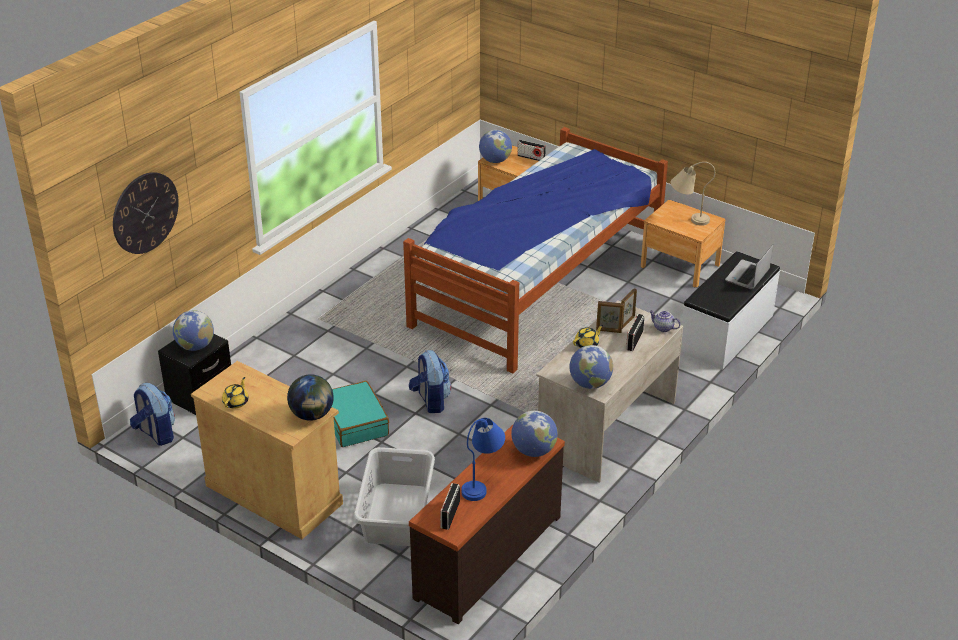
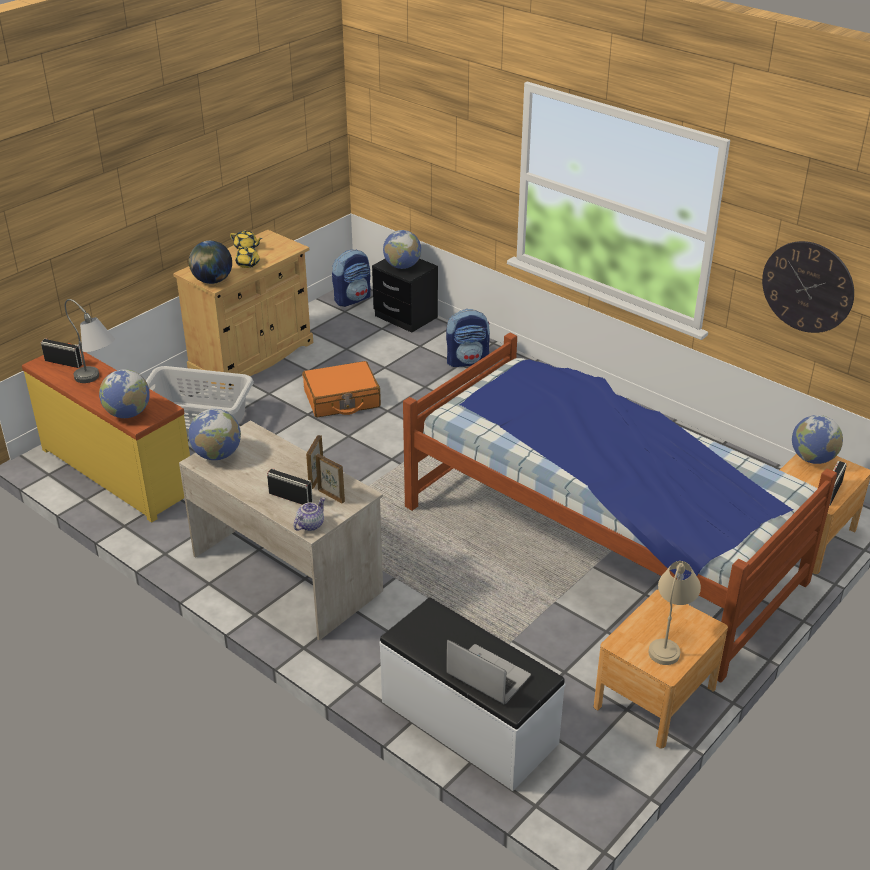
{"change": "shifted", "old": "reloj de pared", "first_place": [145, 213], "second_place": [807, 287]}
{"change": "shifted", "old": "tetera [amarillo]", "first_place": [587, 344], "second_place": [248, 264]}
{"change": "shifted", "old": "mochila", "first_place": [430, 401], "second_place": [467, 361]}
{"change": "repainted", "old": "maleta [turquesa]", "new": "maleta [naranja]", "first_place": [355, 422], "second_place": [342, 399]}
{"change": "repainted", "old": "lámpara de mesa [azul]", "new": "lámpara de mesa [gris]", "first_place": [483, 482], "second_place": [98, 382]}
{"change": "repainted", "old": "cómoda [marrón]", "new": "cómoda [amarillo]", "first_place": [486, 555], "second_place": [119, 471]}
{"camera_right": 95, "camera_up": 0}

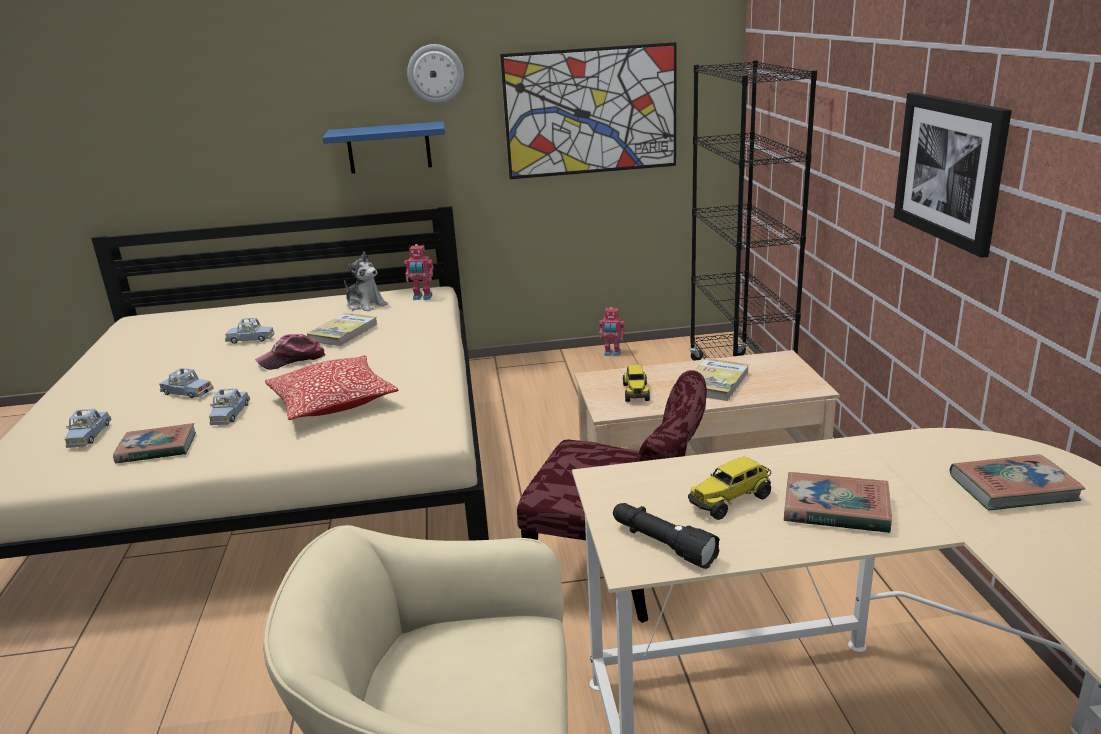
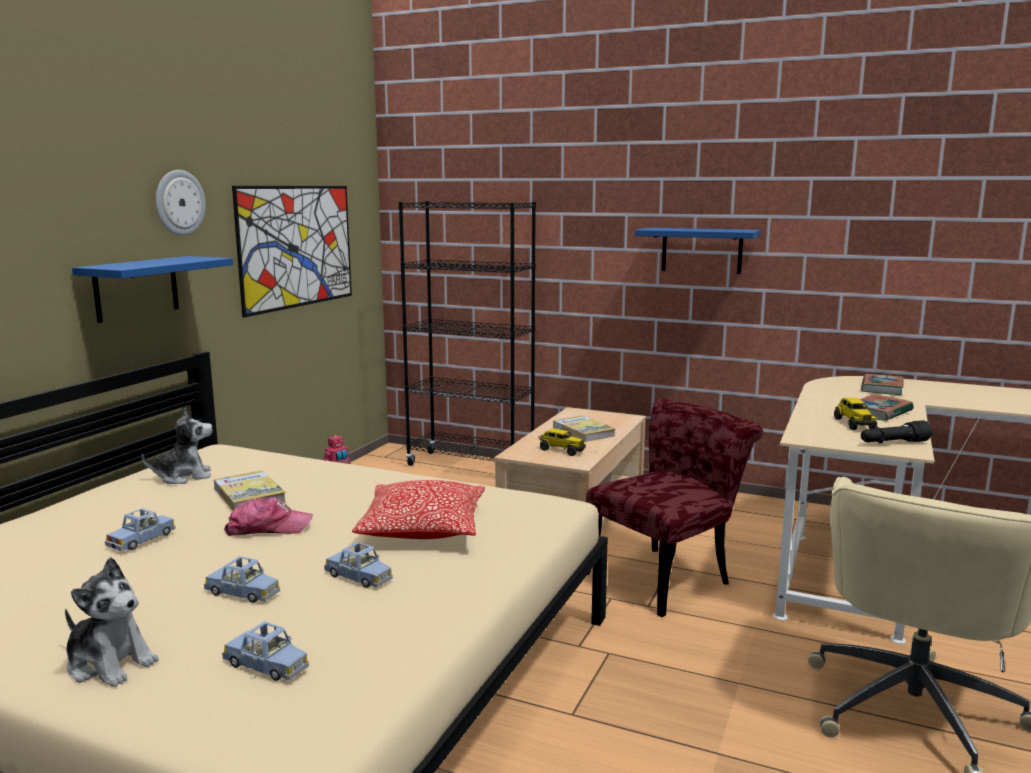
{"change": "swapped", "old": "cuadro", "new": "estante [azul]", "first_place": [949, 169], "second_place": [701, 250]}
{"change": "gone", "old": "robot de juguete", "first_place": [422, 298]}
{"change": "rotated", "old": "gorra", "first_place": [292, 360], "second_place": [268, 528], "degrees": -105}
{"change": "rotated", "old": "coche de juguete [azul]", "first_place": [187, 393], "second_place": [243, 592], "degrees": -120}
{"change": "gone", "old": "libro", "first_place": [157, 448]}
{"change": "new", "new": "peluche", "second_place": [110, 664]}
{"camera_right": -60, "camera_up": -10}

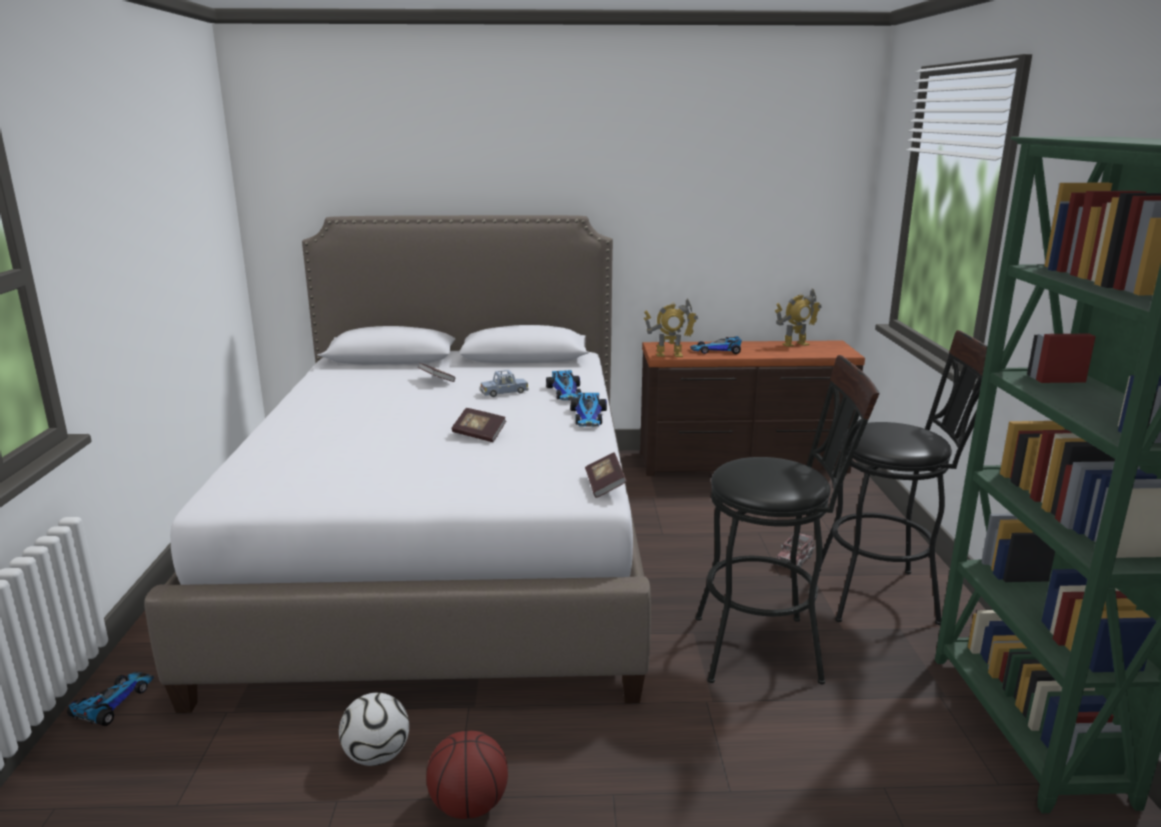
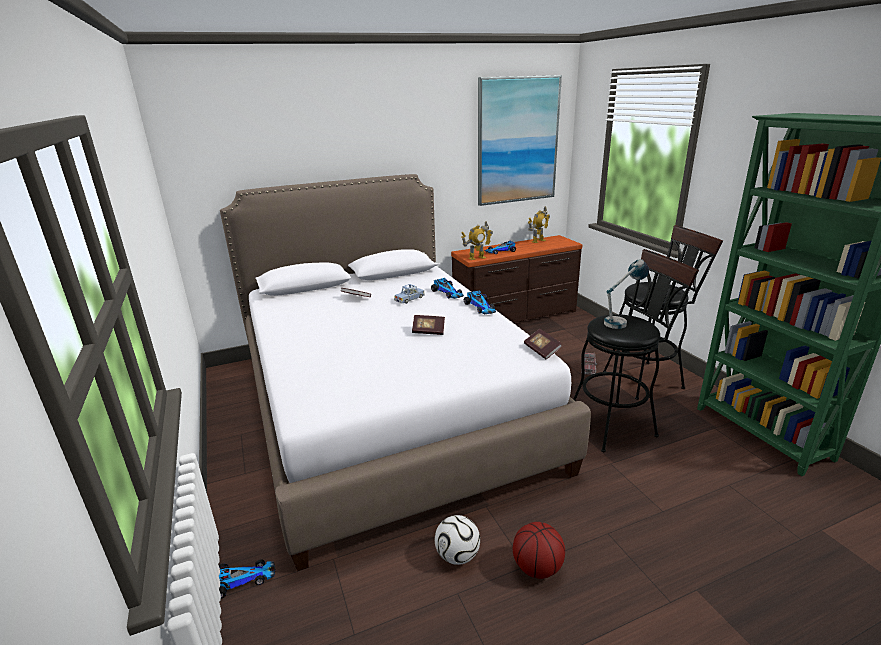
{"change": "rotated", "old": "coche de juguete", "first_place": [113, 703], "second_place": [242, 579], "degrees": 75}
{"change": "new", "new": "cuadro", "second_place": [517, 141]}
{"change": "new", "new": "lámpara de mesa", "second_place": [621, 321]}
{"camera_right": -20, "camera_up": 5}

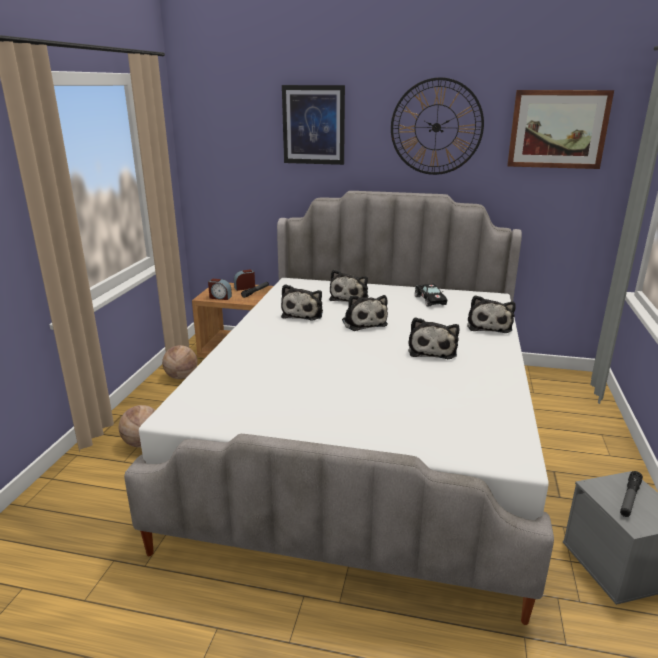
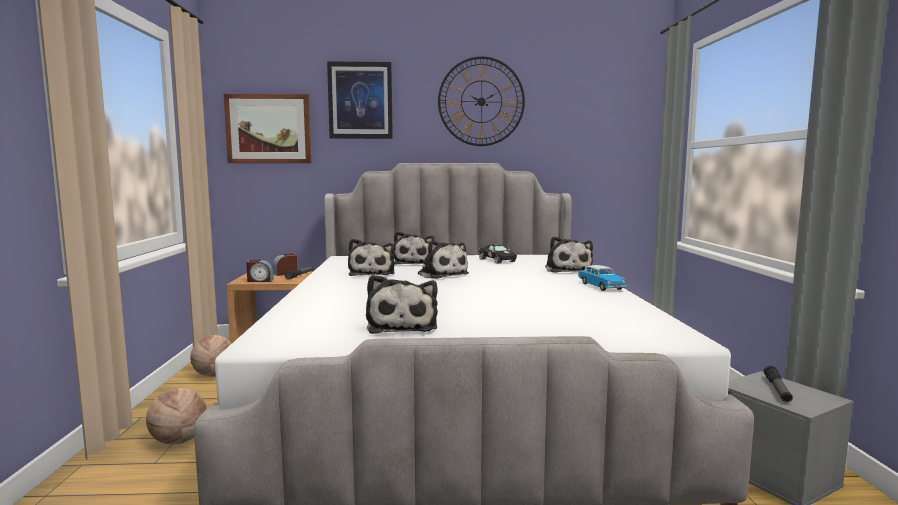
{"change": "shifted", "old": "cuadro", "first_place": [558, 129], "second_place": [268, 129]}
{"change": "shifted", "old": "peluche", "first_place": [432, 350], "second_place": [402, 326]}
{"change": "new", "new": "coche de juguete", "second_place": [601, 286]}
{"camera_right": -15, "camera_up": -15}

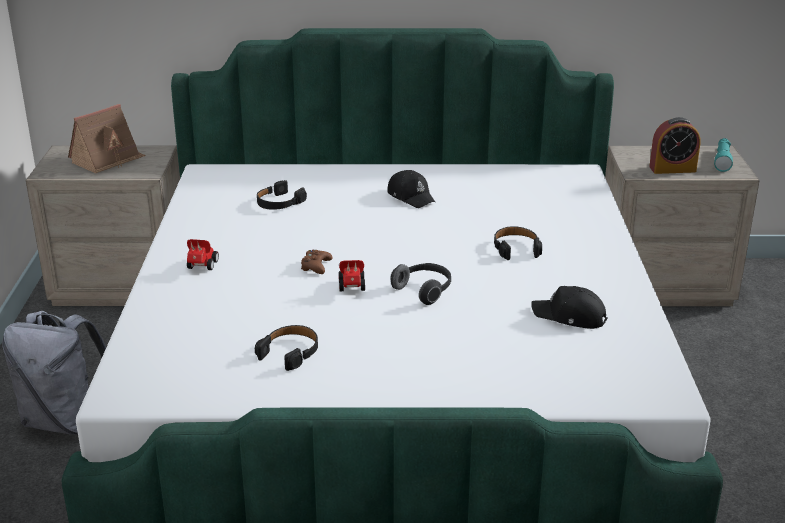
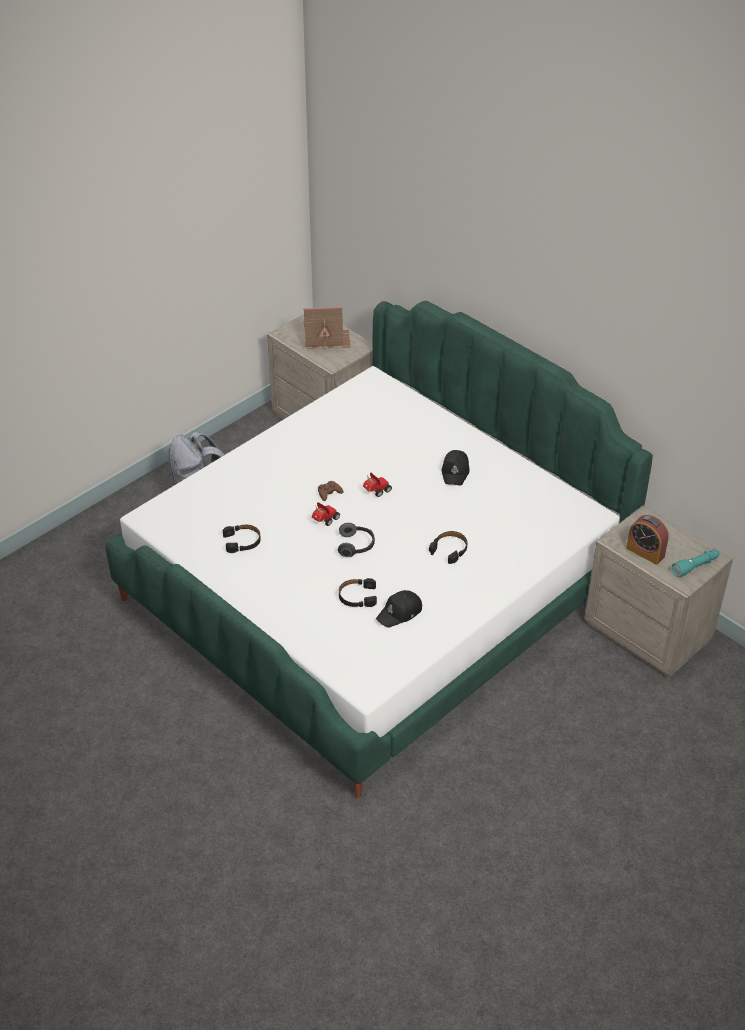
{"change": "shifted", "old": "auriculares [negro]", "first_place": [279, 203], "second_place": [357, 597]}
{"change": "shifted", "old": "coche de juguete", "first_place": [201, 267], "second_place": [376, 491]}
{"change": "rotated", "old": "gorra [negro]", "first_place": [569, 317], "second_place": [400, 613], "degrees": -105}
{"camera_right": 45, "camera_up": 15}

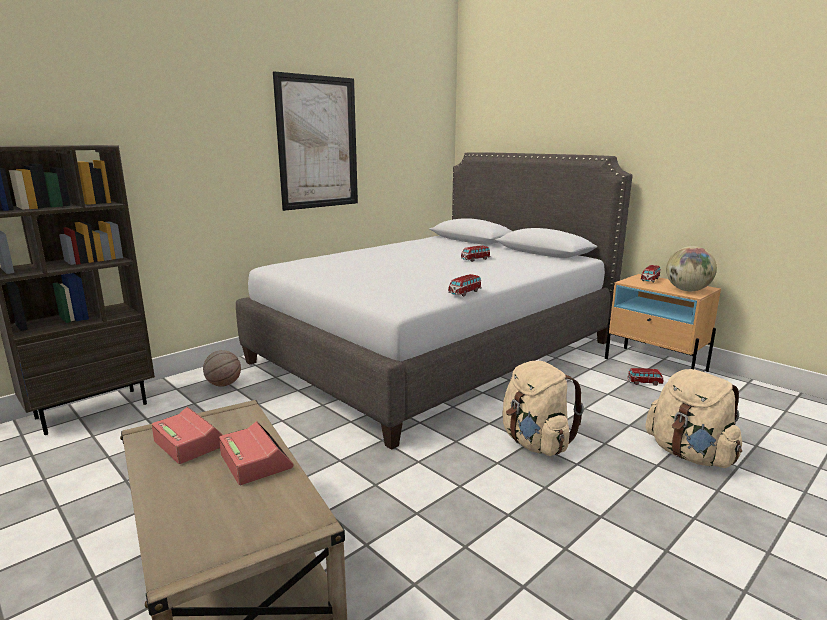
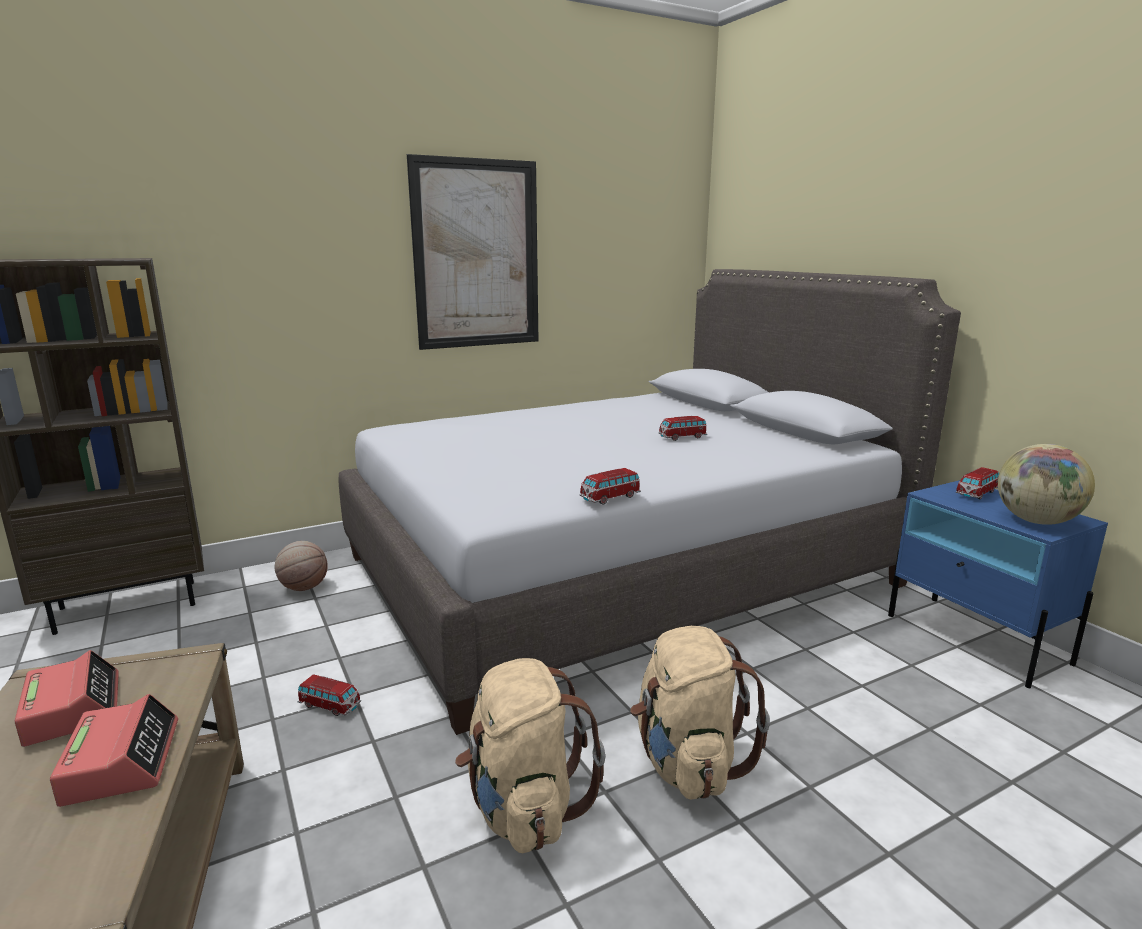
{"change": "repainted", "old": "mesita de noche [beis]", "new": "mesita de noche [azul]", "first_place": [655, 364], "second_place": [976, 639]}
{"change": "shifted", "old": "coche de juguete", "first_place": [644, 383], "second_place": [329, 705]}
{"change": "shifted", "old": "mochila [beis]", "first_place": [689, 454], "second_place": [524, 808]}
{"camera_right": 15, "camera_up": 0}

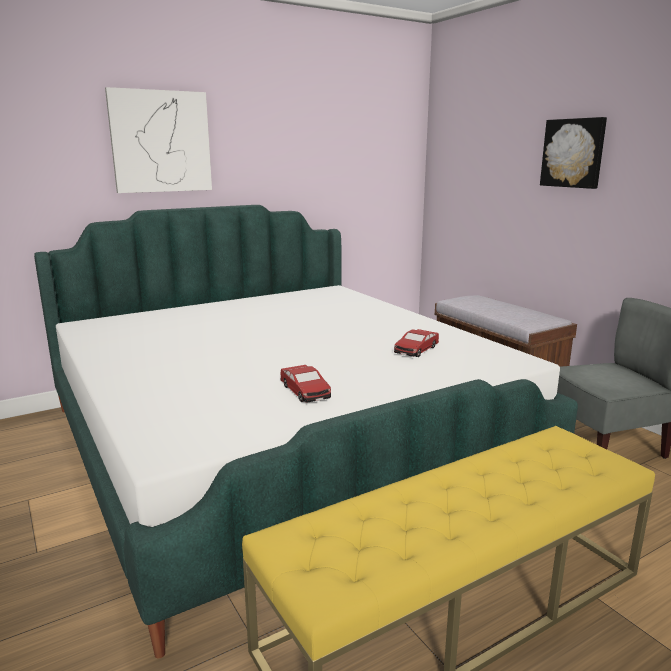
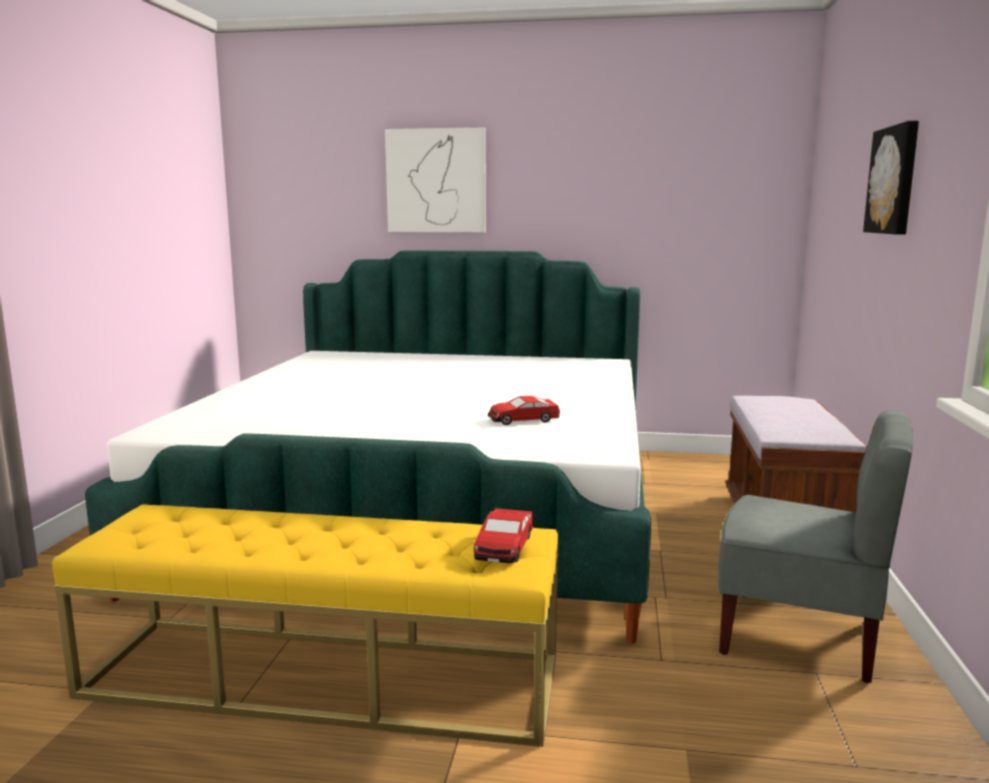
{"change": "shifted", "old": "coche de juguete", "first_place": [305, 391], "second_place": [504, 547]}
{"camera_right": 40, "camera_up": -5}

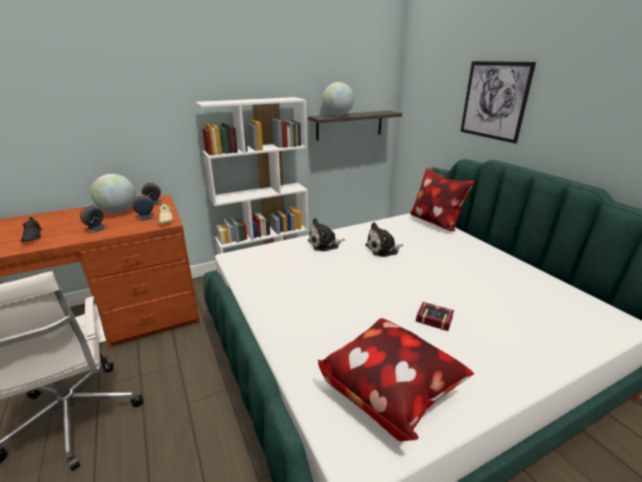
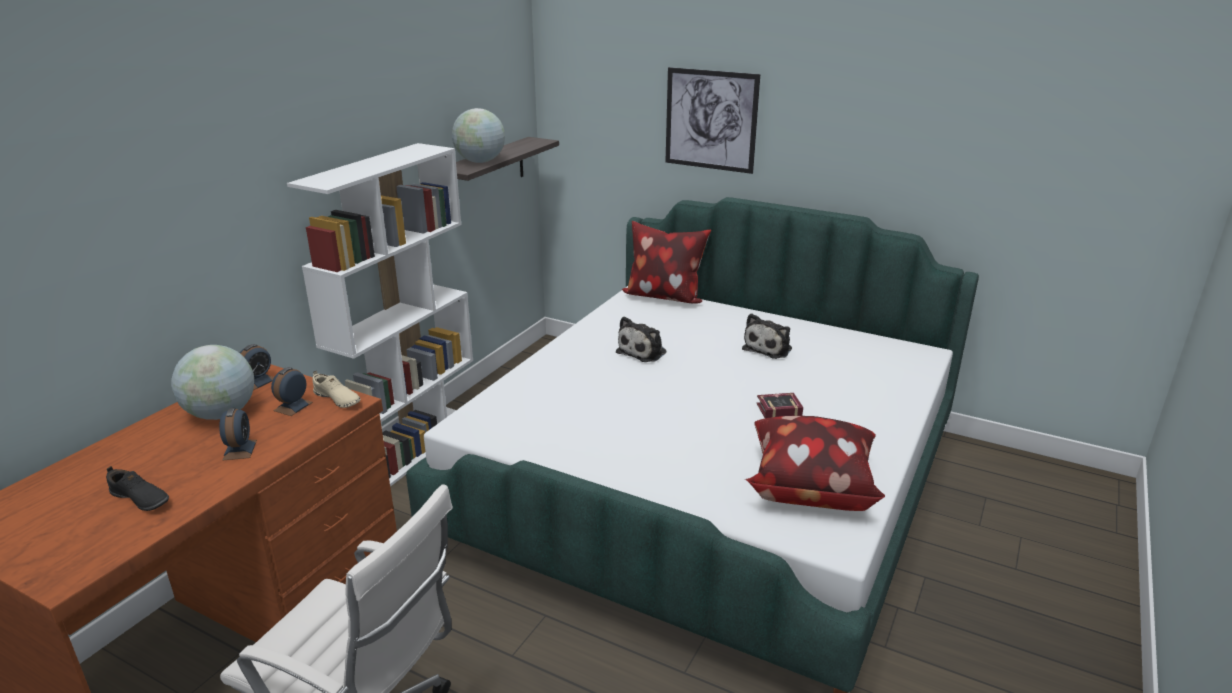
{"change": "shifted", "old": "peluche", "first_place": [325, 244], "second_place": [769, 348]}
{"camera_right": -35, "camera_up": 0}

